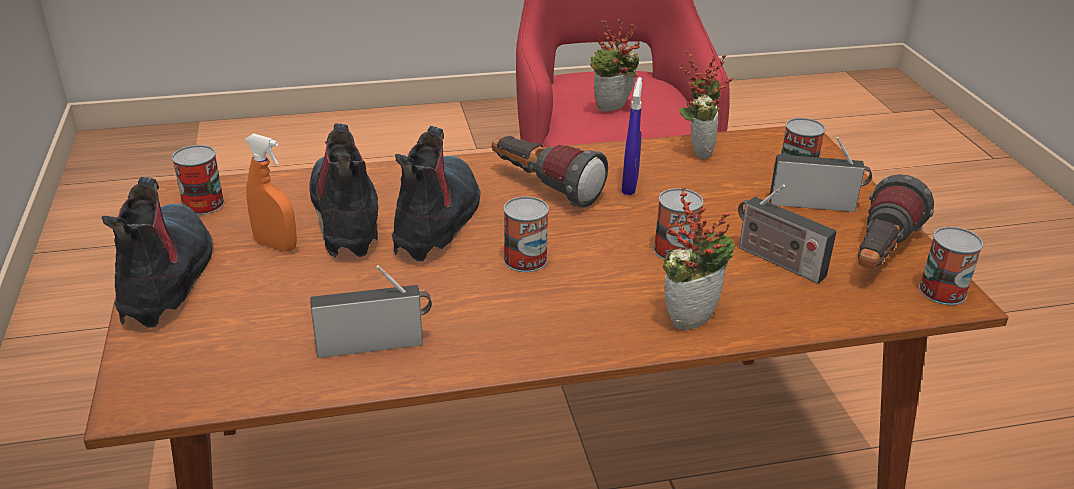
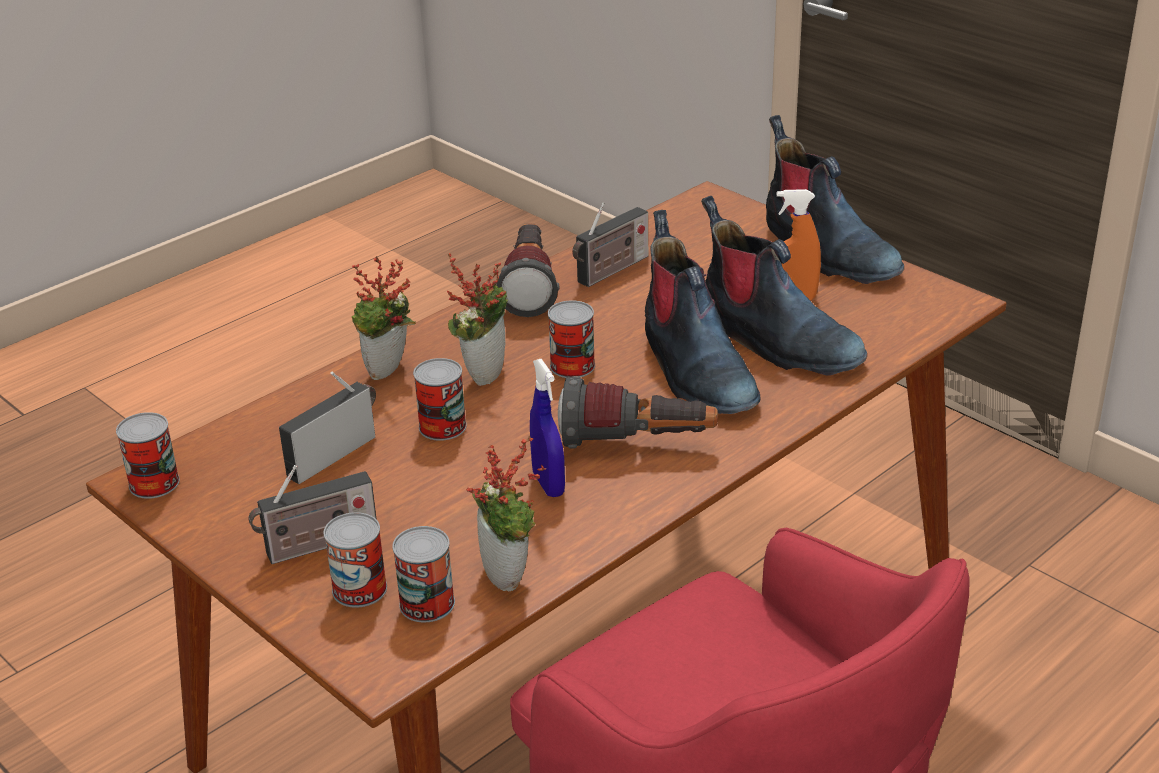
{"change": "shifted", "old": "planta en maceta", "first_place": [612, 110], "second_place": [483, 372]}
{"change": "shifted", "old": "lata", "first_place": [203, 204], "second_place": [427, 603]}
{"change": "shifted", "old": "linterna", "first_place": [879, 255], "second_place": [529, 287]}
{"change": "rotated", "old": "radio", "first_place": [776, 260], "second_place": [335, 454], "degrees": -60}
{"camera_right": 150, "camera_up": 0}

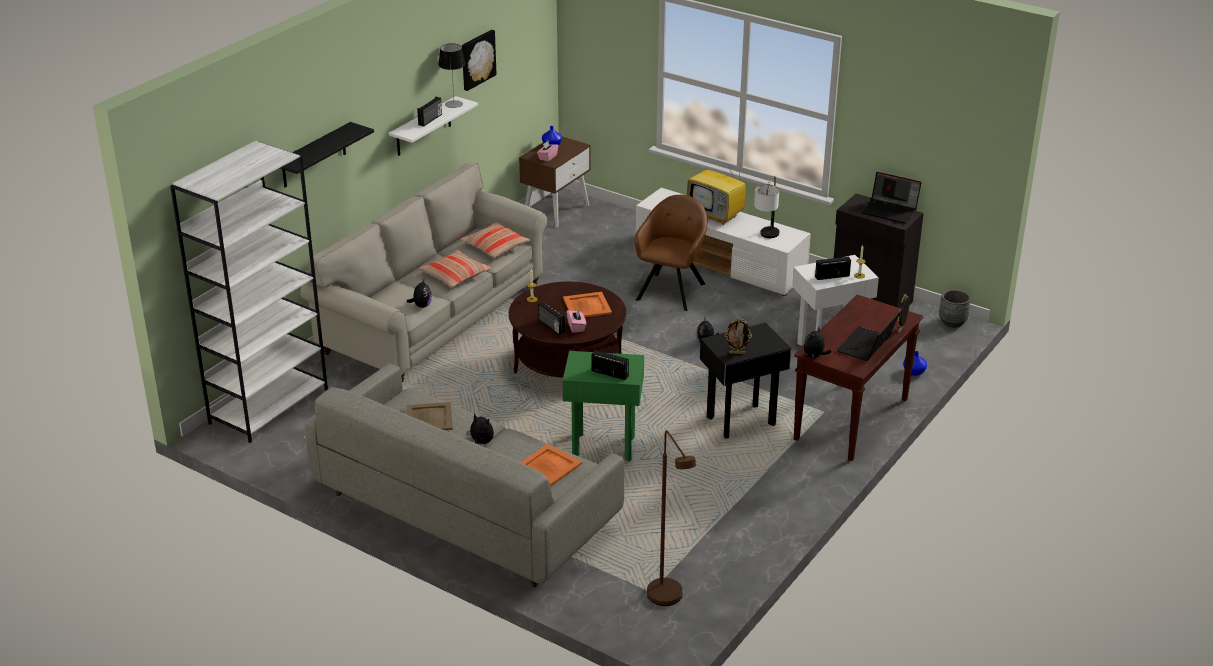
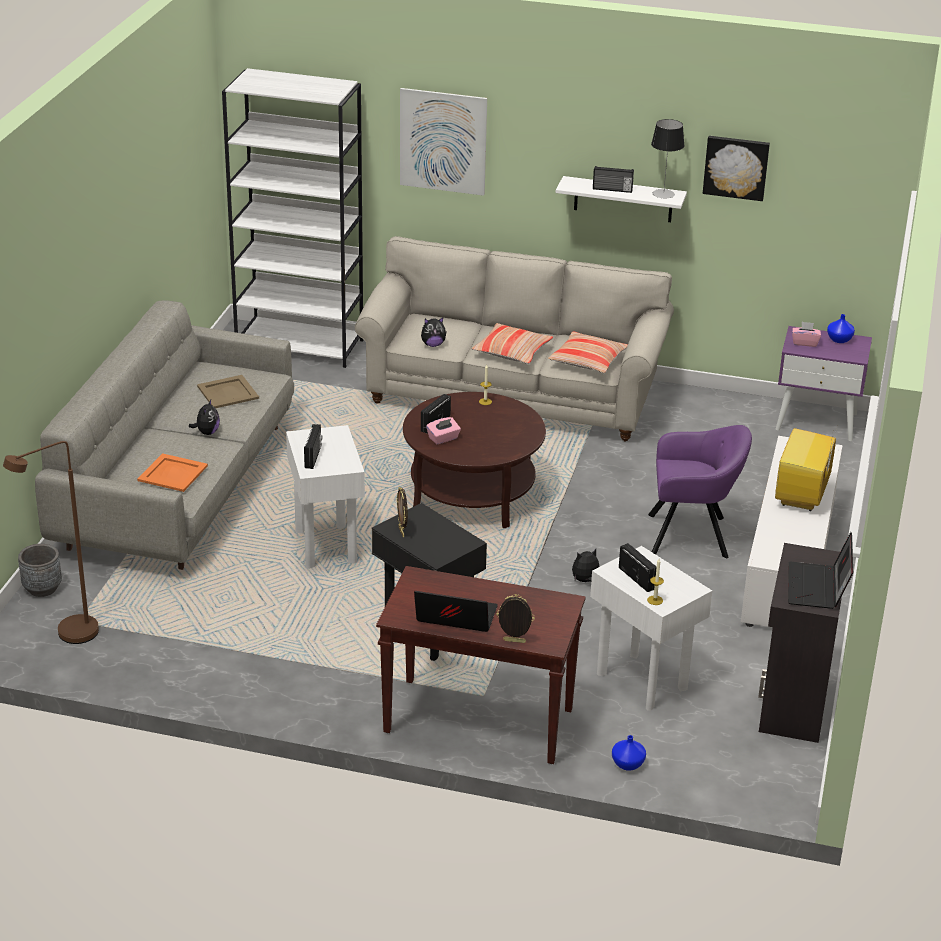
{"change": "swapped", "old": "estante [negro]", "new": "cuadro", "first_place": [313, 156], "second_place": [443, 141]}
{"change": "repainted", "old": "mesita de noche [marrón]", "new": "mesita de noche [morado]", "first_place": [556, 210], "second_place": [817, 421]}
{"change": "gone", "old": "lámpara de mesa", "first_place": [766, 238]}
{"change": "repainted", "old": "sillón [marrón]", "new": "sillón [morado]", "first_place": [672, 290], "second_place": [692, 536]}
{"change": "shifted", "old": "maceta [gris]", "first_place": [952, 322], "second_place": [42, 588]}
{"change": "gone", "old": "bandeja [naranja]", "first_place": [586, 306]}
{"change": "gone", "old": "peluche", "first_place": [814, 356]}
{"change": "repainted", "old": "mesa auxiliar [verde]", "new": "mesa auxiliar [blanco]", "first_place": [603, 446], "second_place": [326, 546]}
{"camera_right": 70, "camera_up": 0}

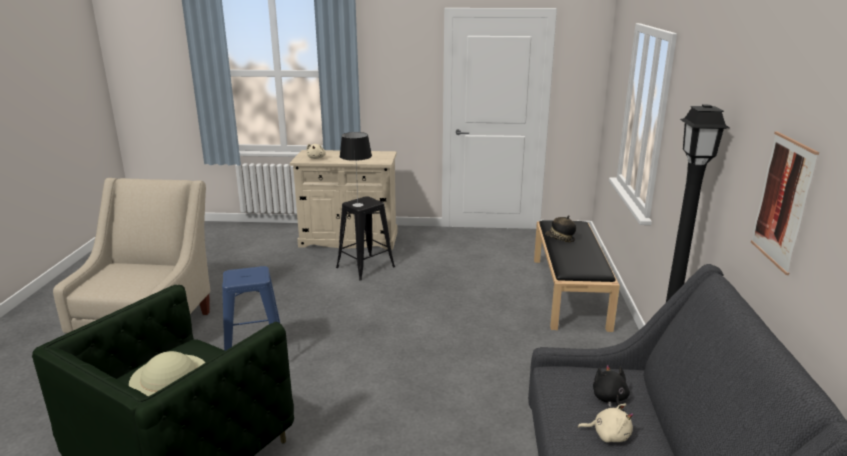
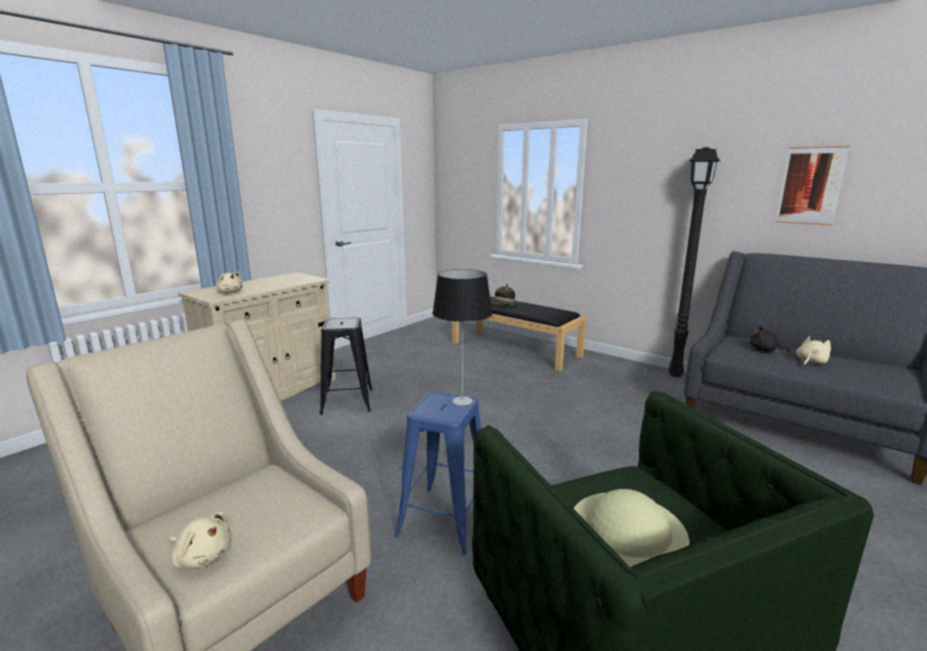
{"change": "shifted", "old": "lámpara de mesa", "first_place": [357, 205], "second_place": [463, 401]}
{"change": "new", "new": "peluche [beis]", "second_place": [202, 556]}
{"camera_right": -55, "camera_up": -5}

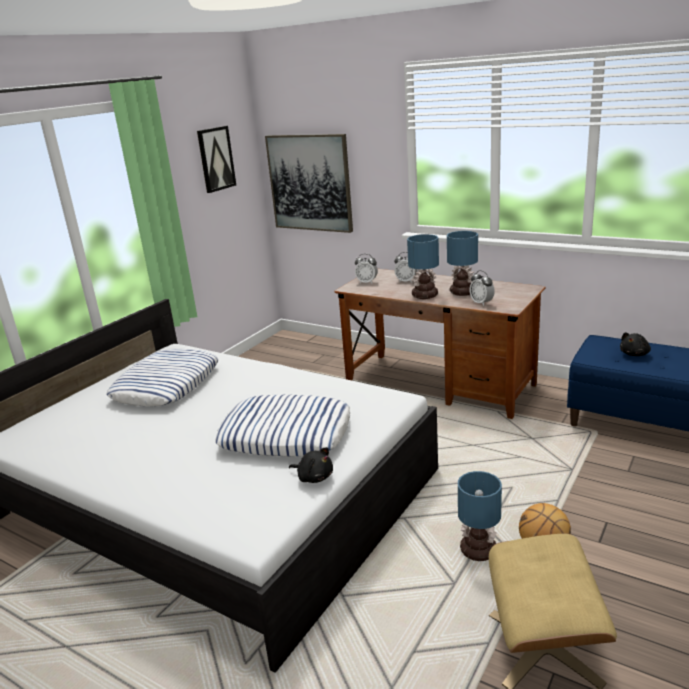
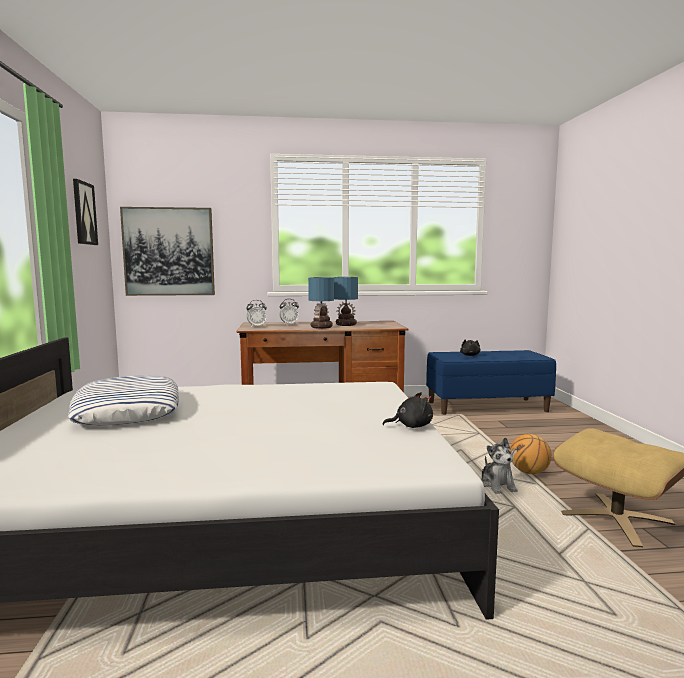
{"change": "gone", "old": "despertador", "first_place": [481, 303]}
{"change": "gone", "old": "cojín", "first_place": [286, 434]}
{"change": "swapped", "old": "lámpara de mesa", "new": "peluche", "first_place": [479, 550], "second_place": [497, 485]}
{"camera_right": -40, "camera_up": -15}

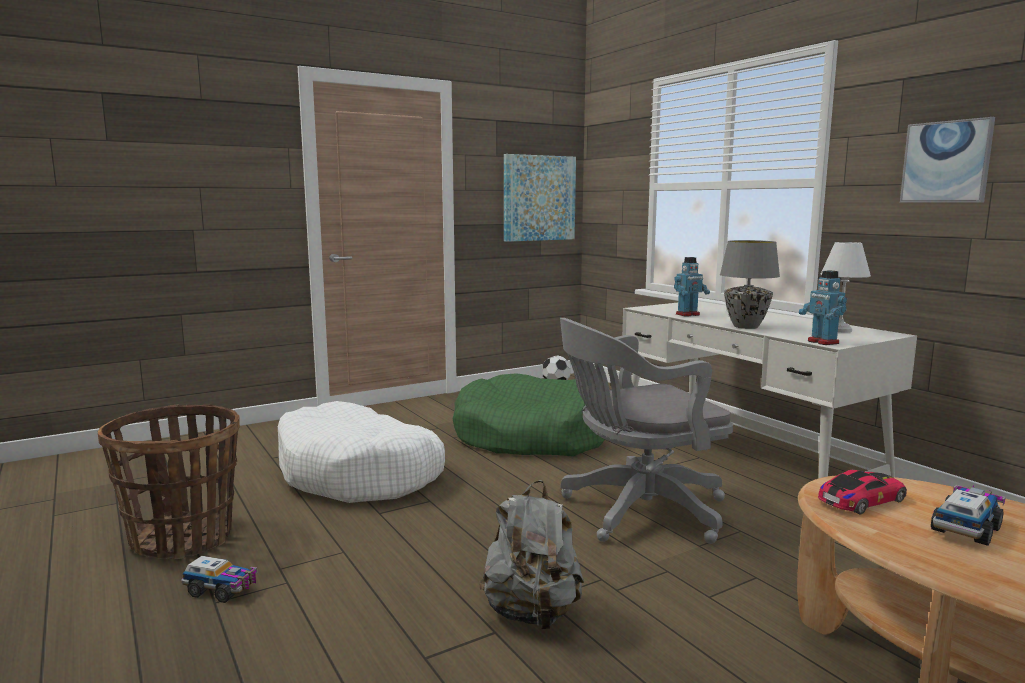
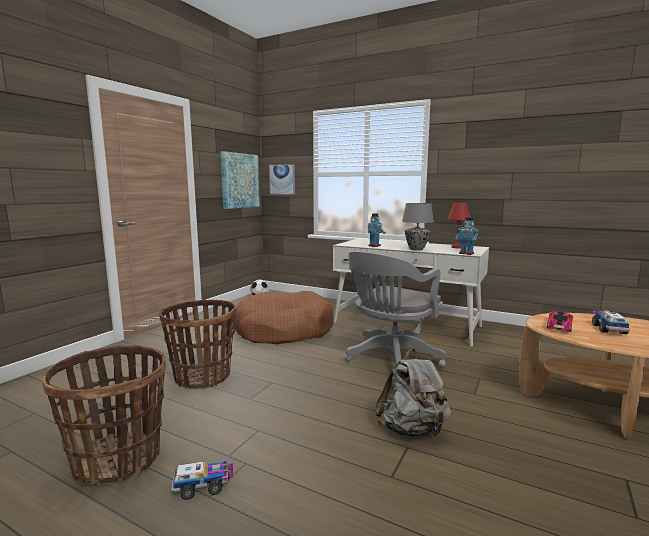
{"change": "shifted", "old": "cuadro", "first_place": [946, 162], "second_place": [282, 179]}
{"change": "repainted", "old": "lámpara de mesa [blanco]", "new": "lámpara de mesa [rojo]", "first_place": [841, 330], "second_place": [457, 247]}
{"change": "repainted", "old": "cama para perro [verde]", "new": "cama para perro [marrón]", "first_place": [530, 436], "second_place": [283, 330]}
{"change": "swapped", "old": "cama para perro [blanco]", "new": "cesta", "first_place": [359, 474], "second_place": [202, 377]}
{"camera_right": -30, "camera_up": 0}

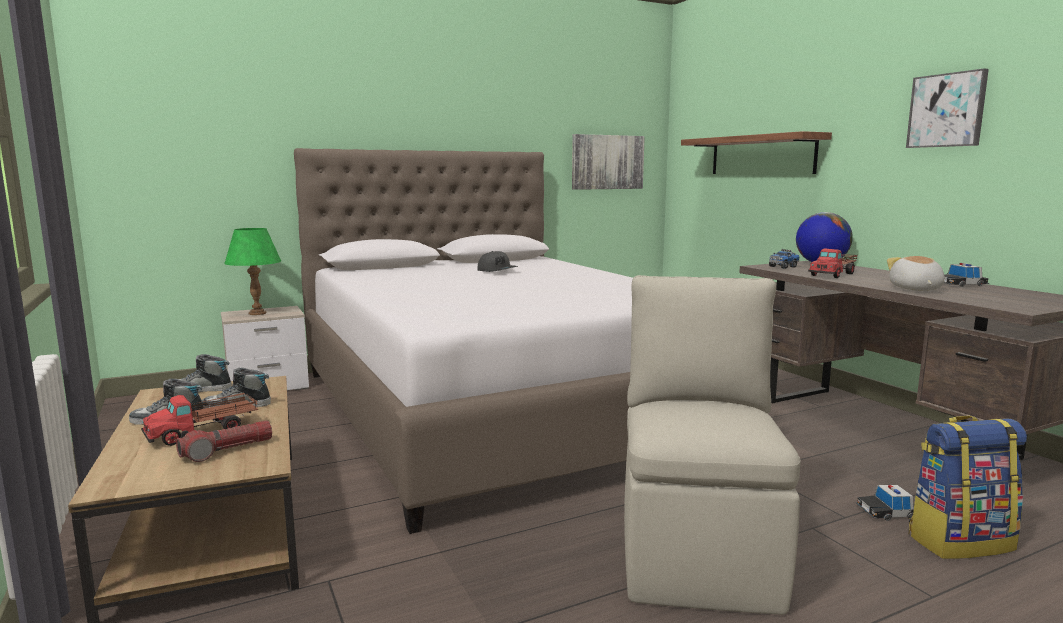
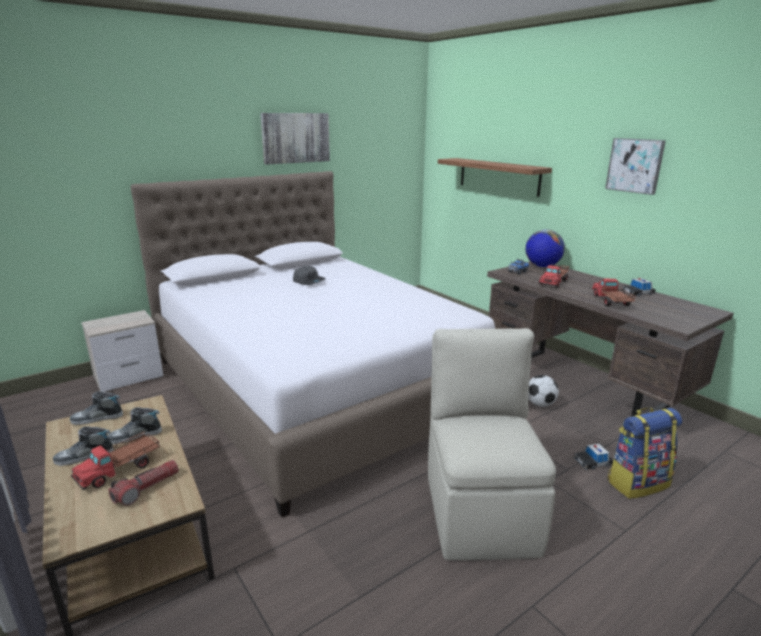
{"change": "shifted", "old": "cuadro", "first_place": [607, 162], "second_place": [295, 138]}
{"change": "gone", "old": "lámpara de mesa [verde]", "first_place": [257, 313]}
{"change": "swapped", "old": "peluche", "new": "camión de juguete", "first_place": [915, 289], "second_place": [610, 302]}
{"change": "new", "new": "balón de fútbol", "second_place": [540, 404]}
{"camera_right": -10, "camera_up": 10}

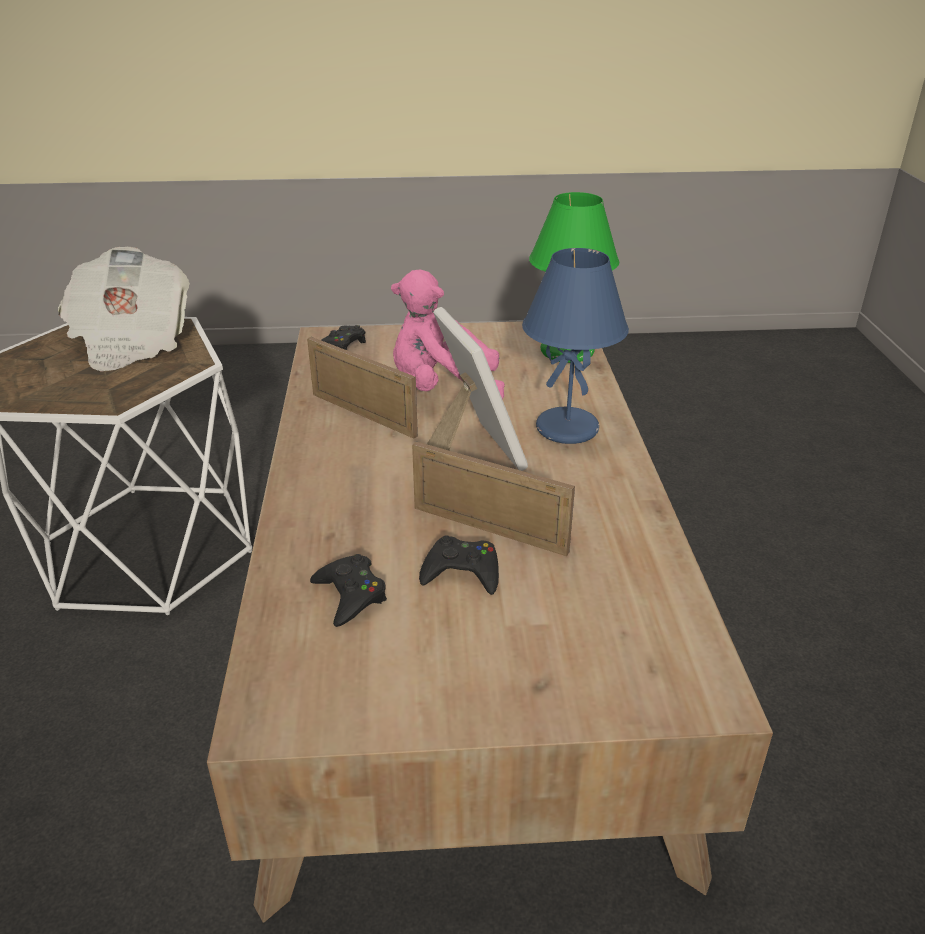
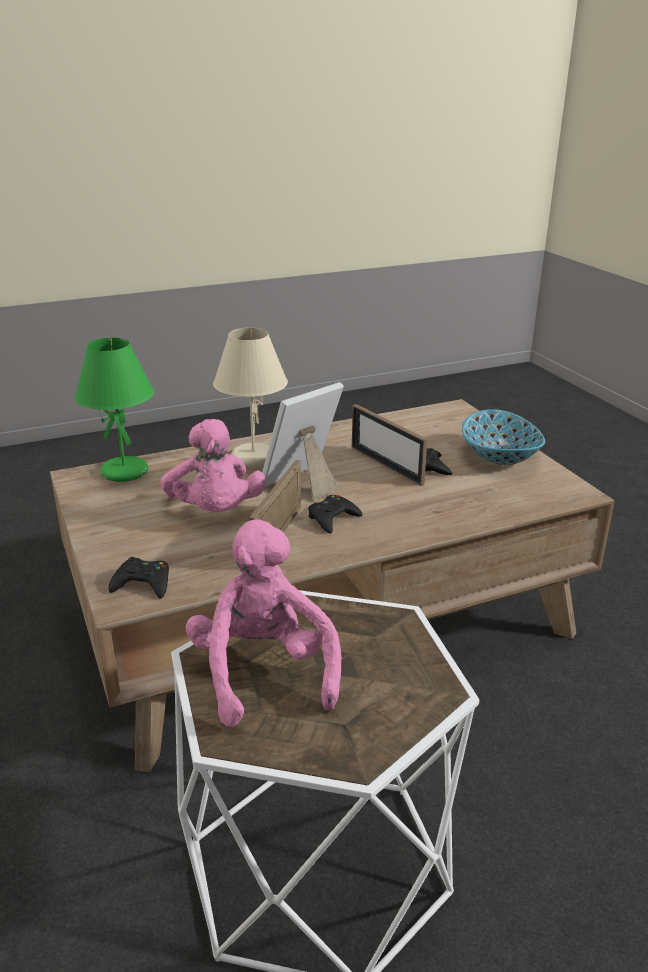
{"change": "swapped", "old": "periódico", "new": "peluche [rosa]", "first_place": [131, 341], "second_place": [263, 671]}
{"change": "repainted", "old": "lámpara de mesa [azul]", "new": "lámpara de mesa [beis]", "first_place": [568, 428], "second_place": [253, 457]}
{"change": "rotated", "old": "portarretratos", "first_place": [489, 529], "second_place": [386, 465], "degrees": -45}
{"change": "shifted", "old": "mando de consola [negro]", "first_place": [350, 595], "second_place": [332, 518]}
{"change": "new", "new": "cuenco", "second_place": [500, 457]}
{"camera_right": -110, "camera_up": -5}

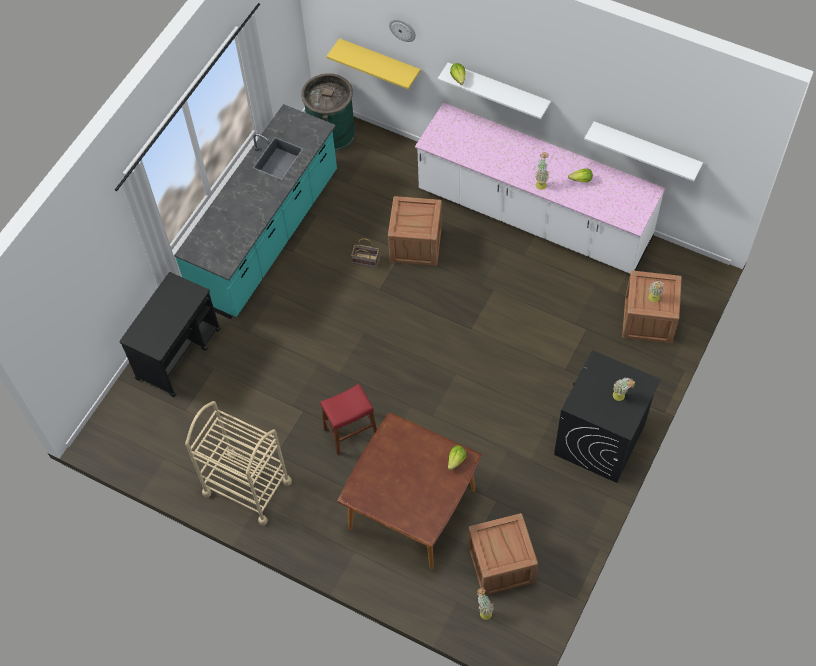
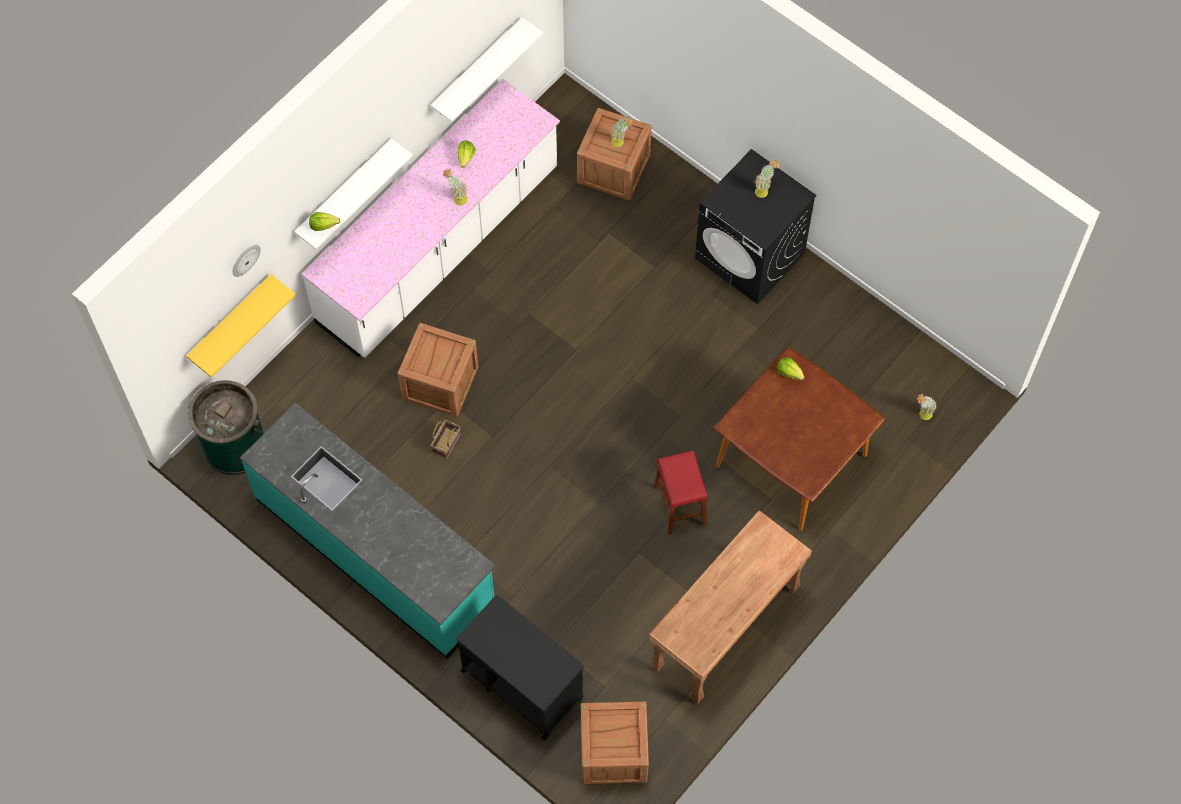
{"change": "swapped", "old": "carrito [beis]", "new": "mesa consola [marrón]", "first_place": [247, 488], "second_place": [725, 631]}
{"change": "shifted", "old": "caja de embalaje", "first_place": [501, 564], "second_place": [613, 752]}
{"camera_right": -80, "camera_up": 5}

